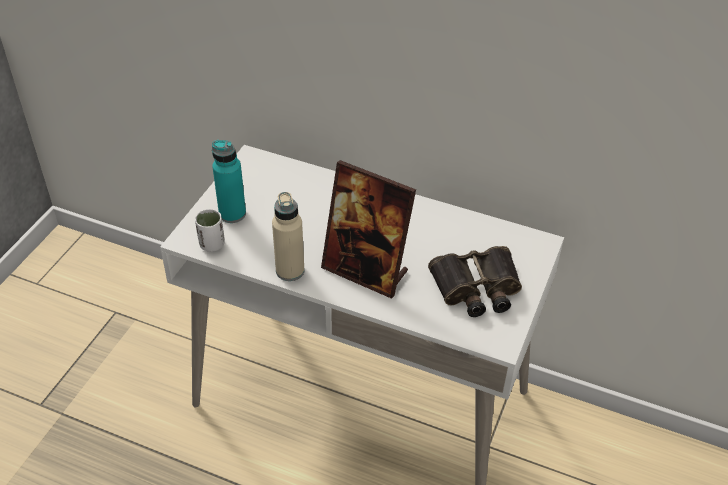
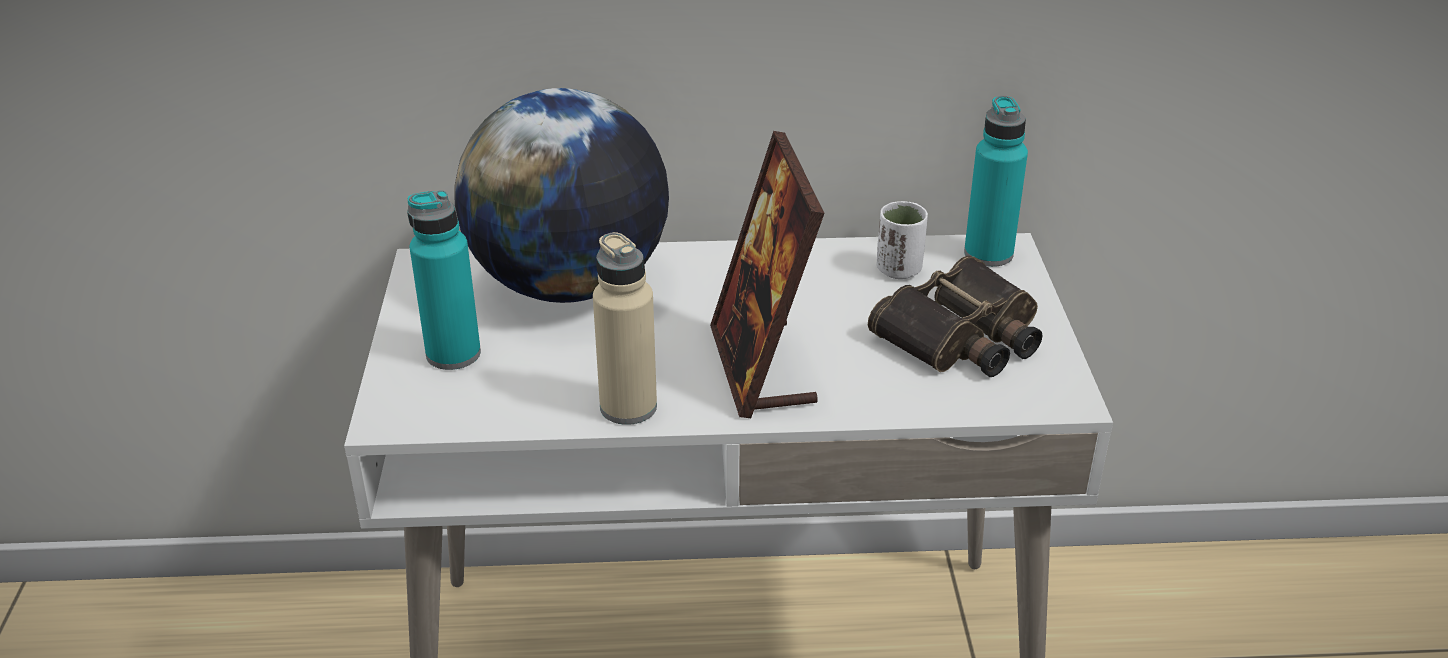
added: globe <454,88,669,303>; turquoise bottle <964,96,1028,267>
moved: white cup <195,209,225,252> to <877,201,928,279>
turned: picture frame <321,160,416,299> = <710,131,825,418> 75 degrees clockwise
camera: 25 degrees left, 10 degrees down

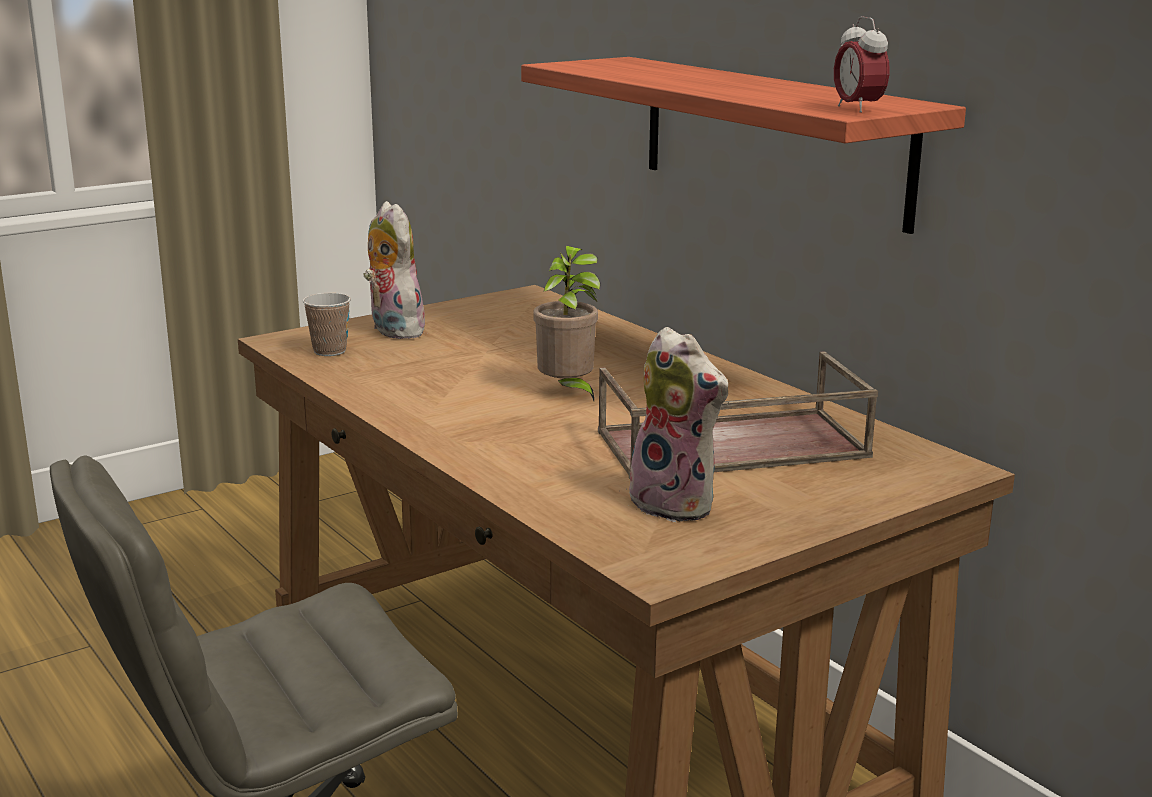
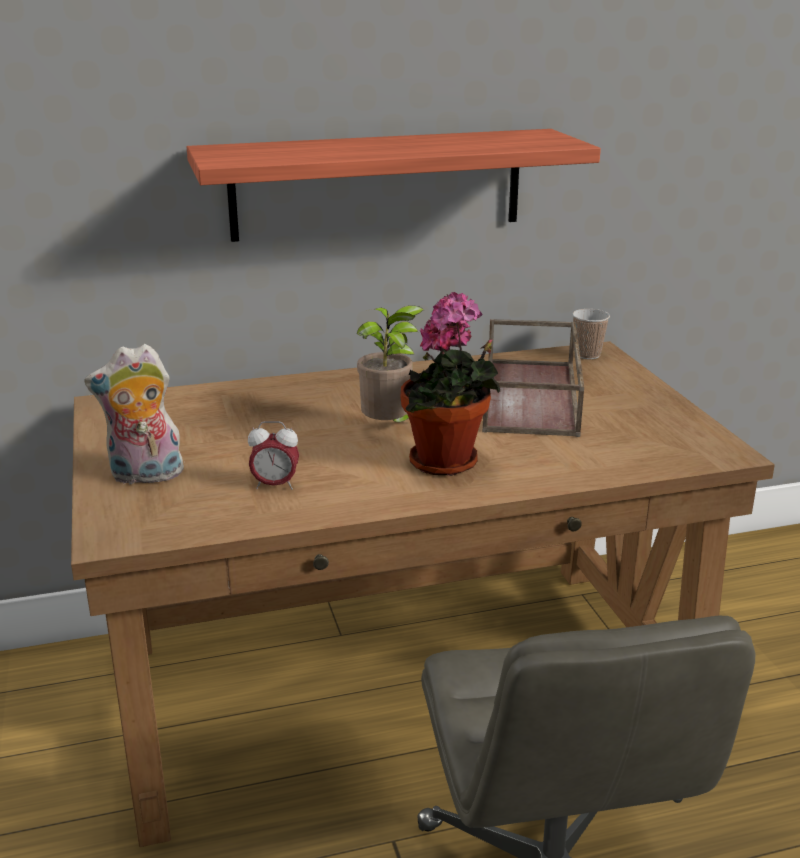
removed: plush toy <626,327,729,522>
added: potted plant <400,292,500,476>
moved: alarm clock <834,16,890,113> to <248,421,299,490>; cup <303,293,351,356> to <572,309,610,359>
camera: 70 degrees left, 5 degrees up

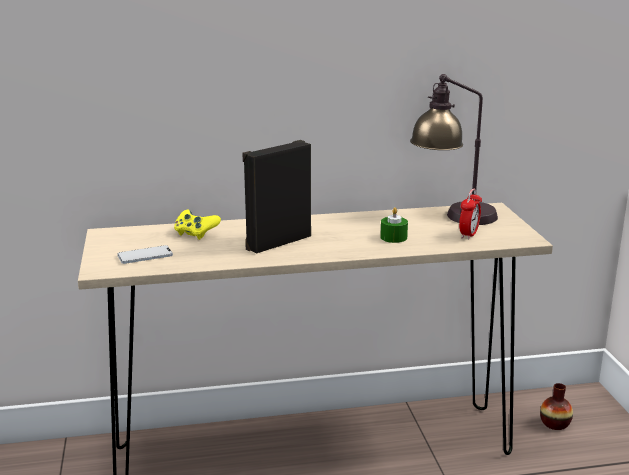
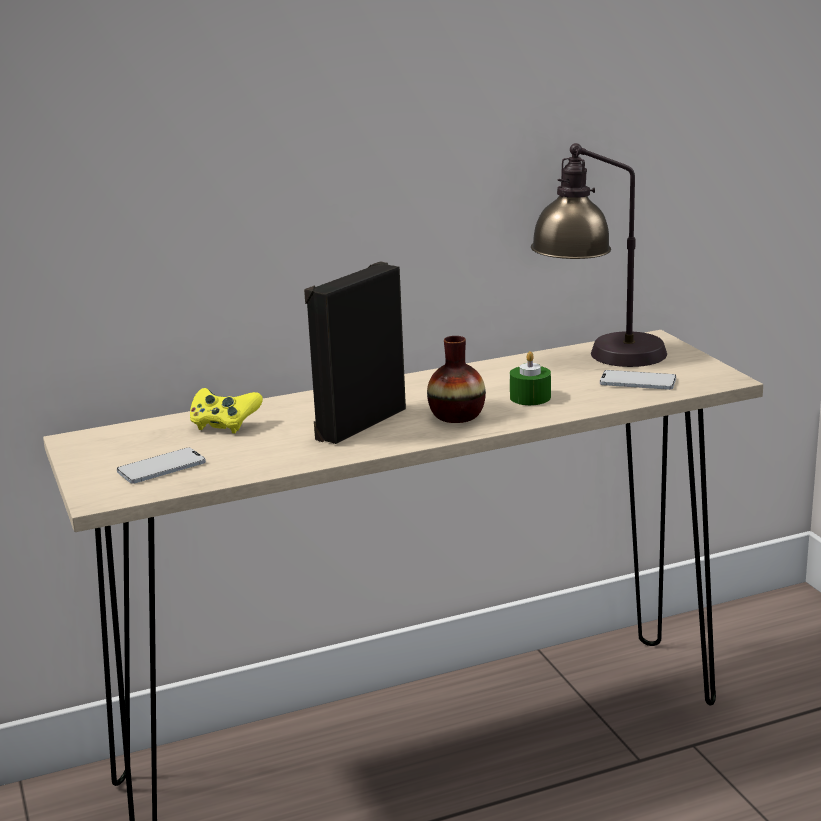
moved: vase <540,383,573,430> to <427,336,486,423>
replaced: alarm clock <459,189,482,240> to phone <600,370,676,390>
camera: 10 degrees left, 0 degrees up

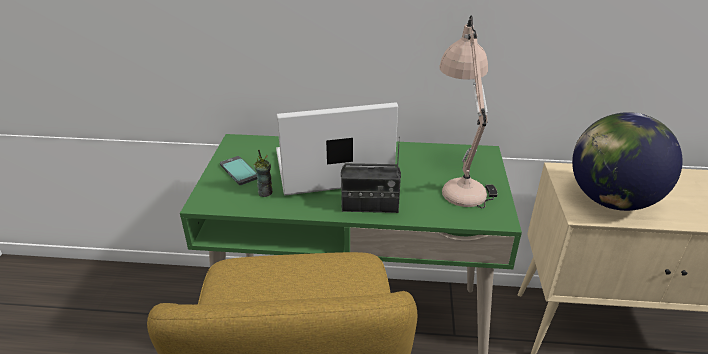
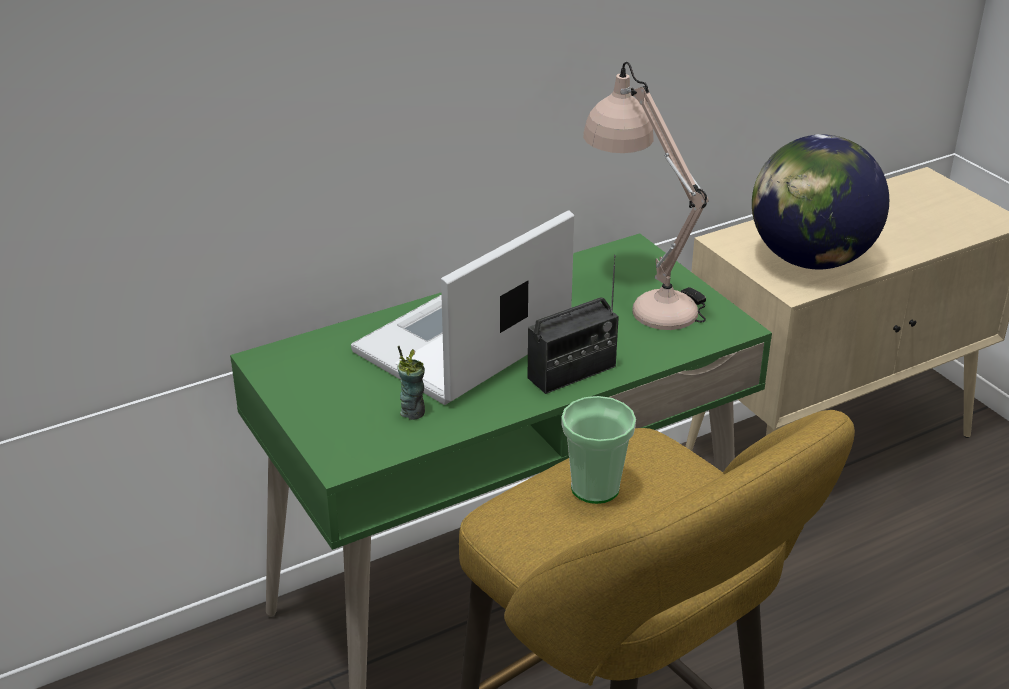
removed: phone <220,156,258,185>
added: cup <561,396,636,504>
camera: 35 degrees left, 0 degrees up

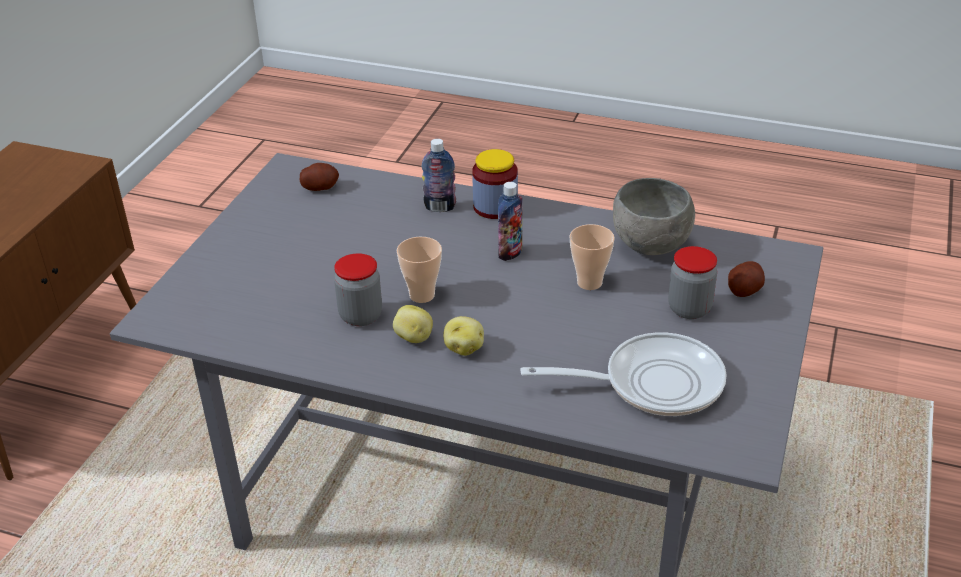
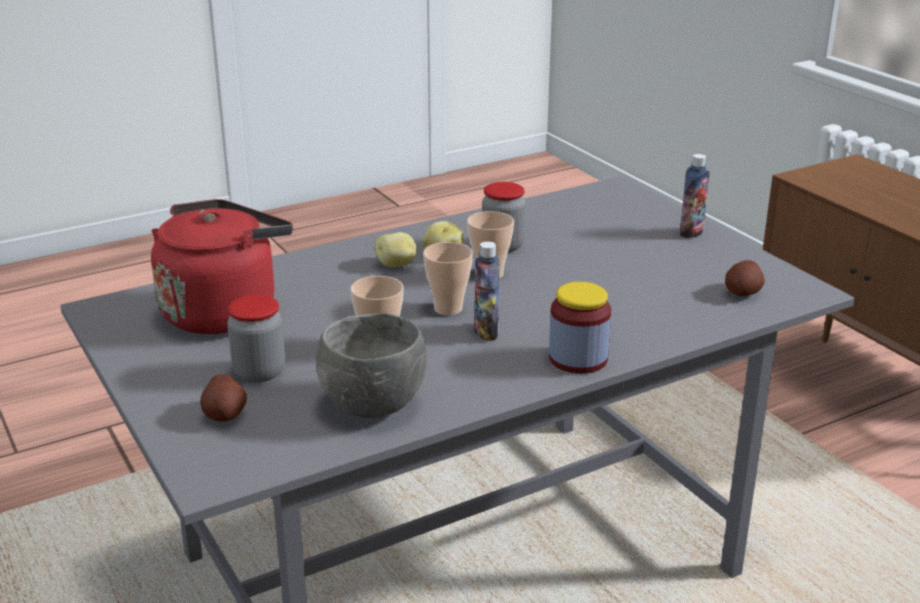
added: cup <423,242,473,315>
moved: bottle <422,139,456,212> to <680,154,710,238>
replaced: frying pan <521,332,727,416> to red kettle <151,199,293,334>
camera: 130 degrees right, 10 degrees down

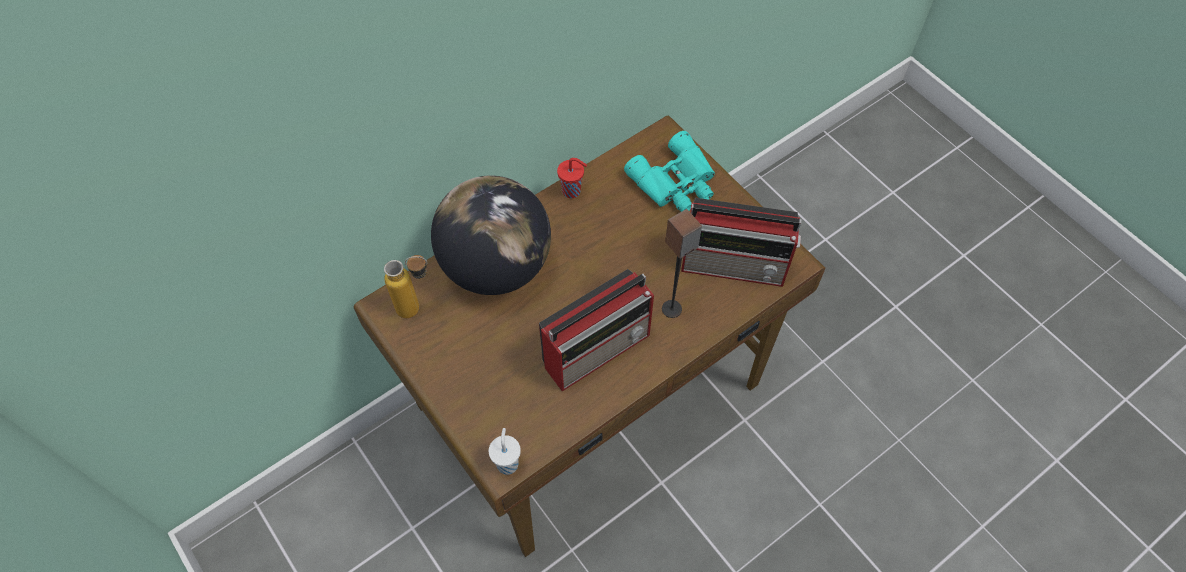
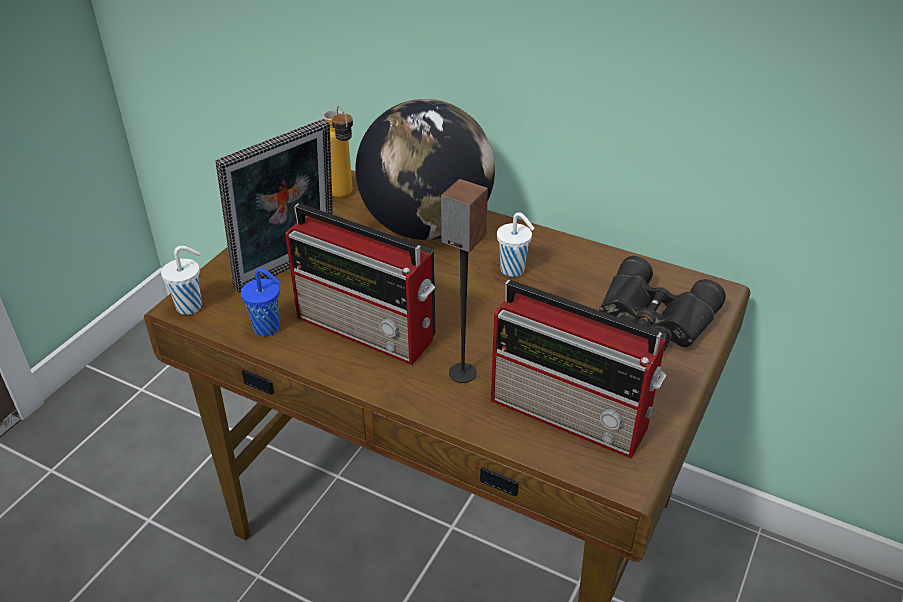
removed: red cup <557,158,587,198>
added: picture frame <215,119,333,293>; white cup <497,212,535,277>; blue cup <241,268,280,336>
recoloured: turquoise binoculars <624,131,715,212> to black binoculars <599,256,726,351>
turned: radio <681,198,801,287> = <491,280,667,459> 45 degrees counterclockwise
camera: 65 degrees right, 20 degrees down

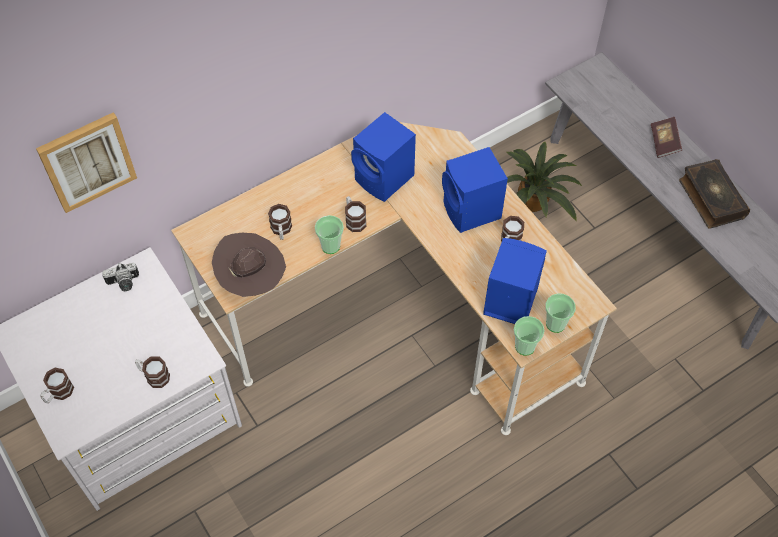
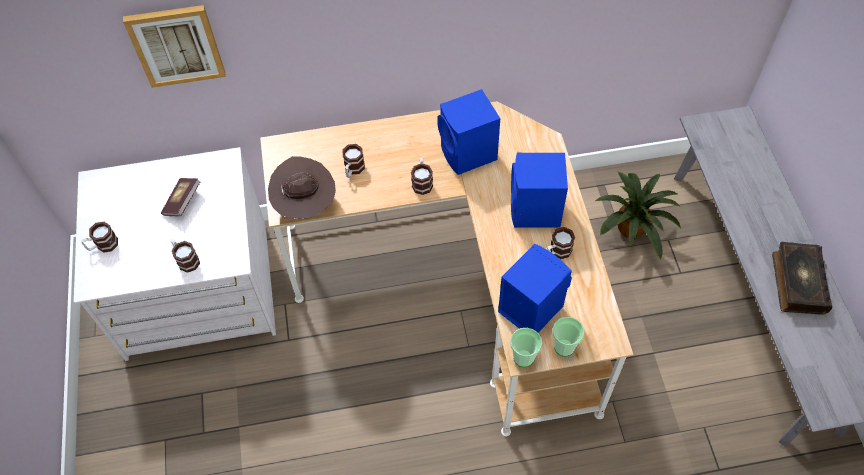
removed: cup <315,215,344,254>; photo camera <102,263,139,291>
moved: book <651,117,682,158> to <161,178,201,216>
camera: 25 degrees right, 0 degrees up

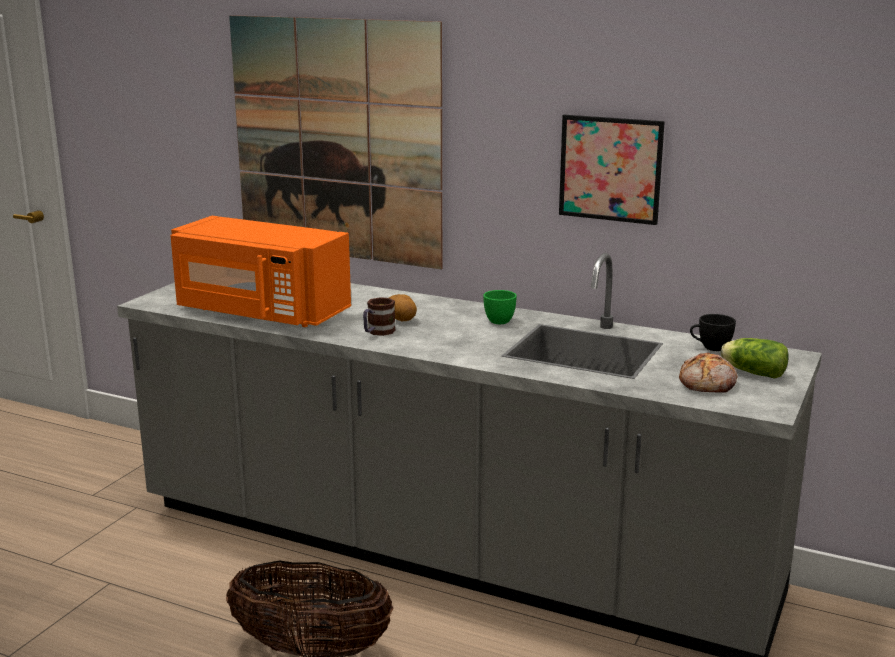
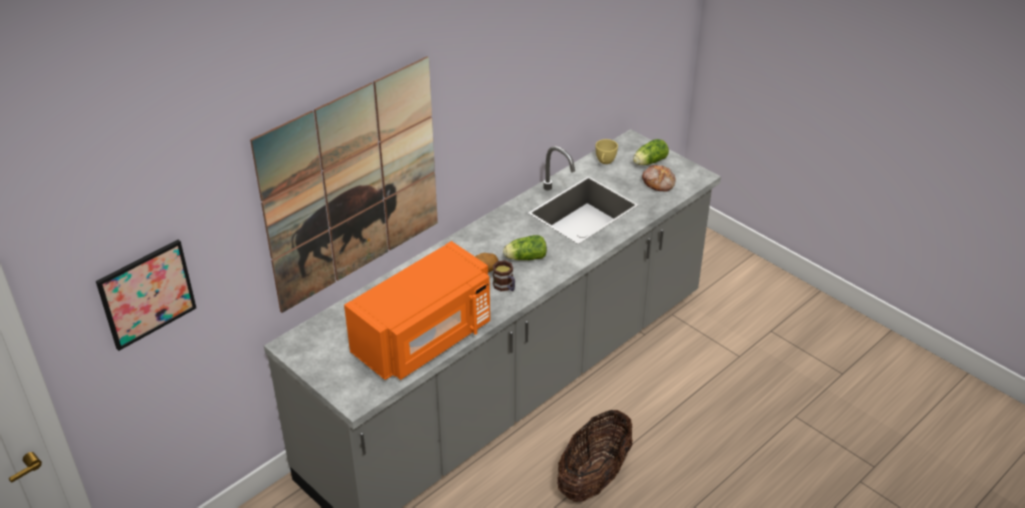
removed: green cup <483,290,517,324>
added: lettuce <503,235,547,260>
moved: picture <559,115,665,225> to <96,239,196,351>
recoloured: black cup <690,314,736,351> to yellow cup <596,139,618,164>
camera: 70 degrees left, 20 degrees up

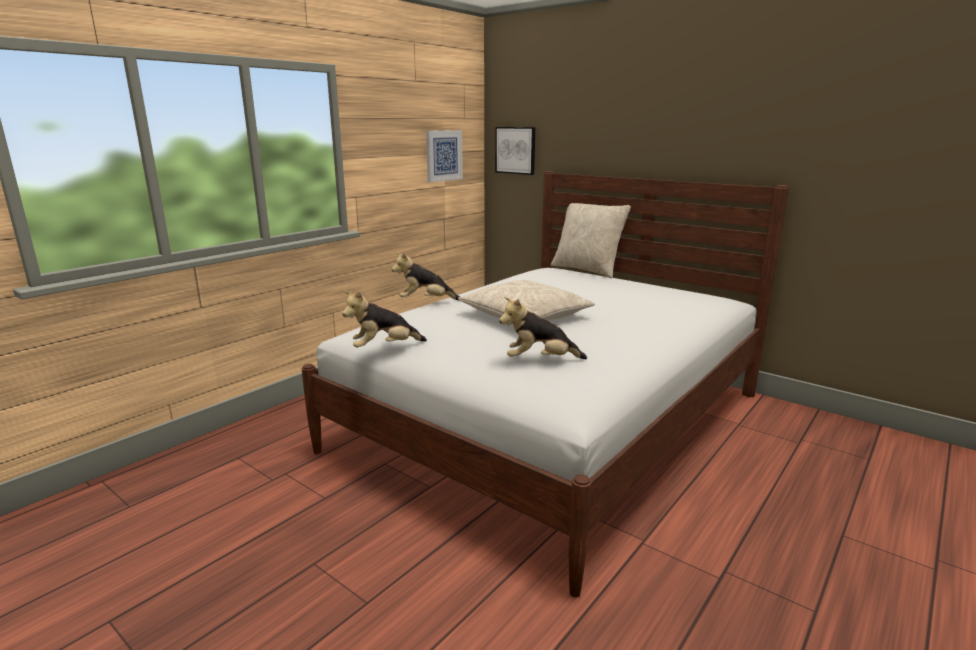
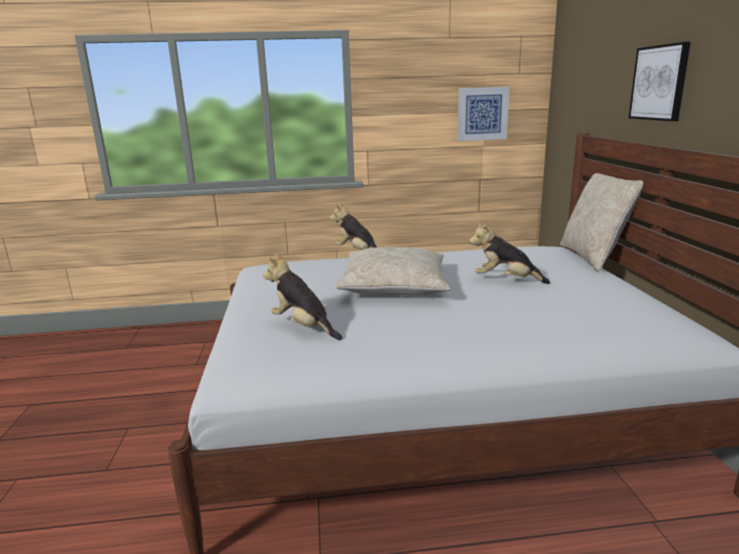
moved: picture <495,127,535,175> to <629,42,691,121>; plush toy <342,291,427,347> to <469,222,550,284>
camera: 45 degrees right, 0 degrees up

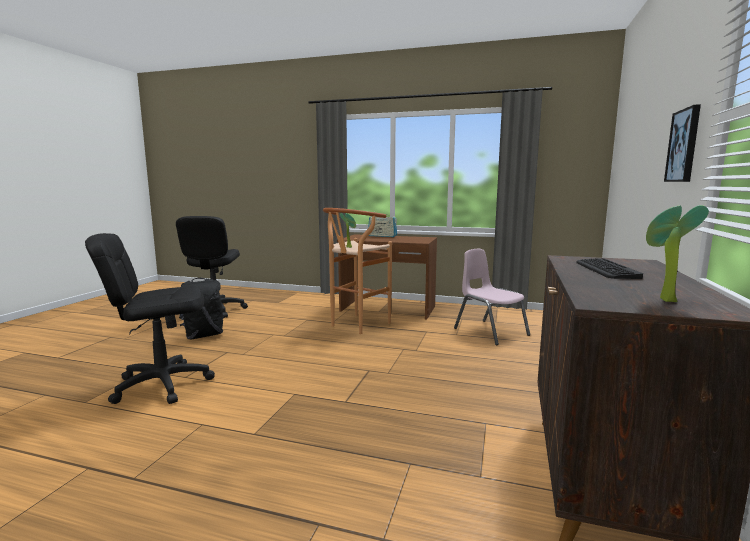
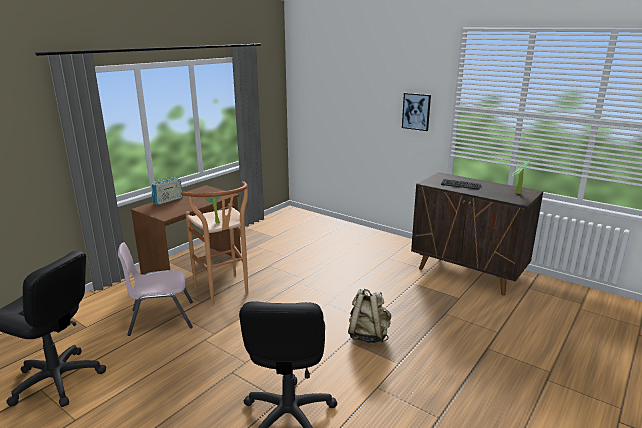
removed: black backpack <179,278,224,339>
added: beige backpack <348,289,391,343>
moved: pink chair <454,249,530,345> to <118,242,193,336>
camera: 70 degrees left, 10 degrees up

